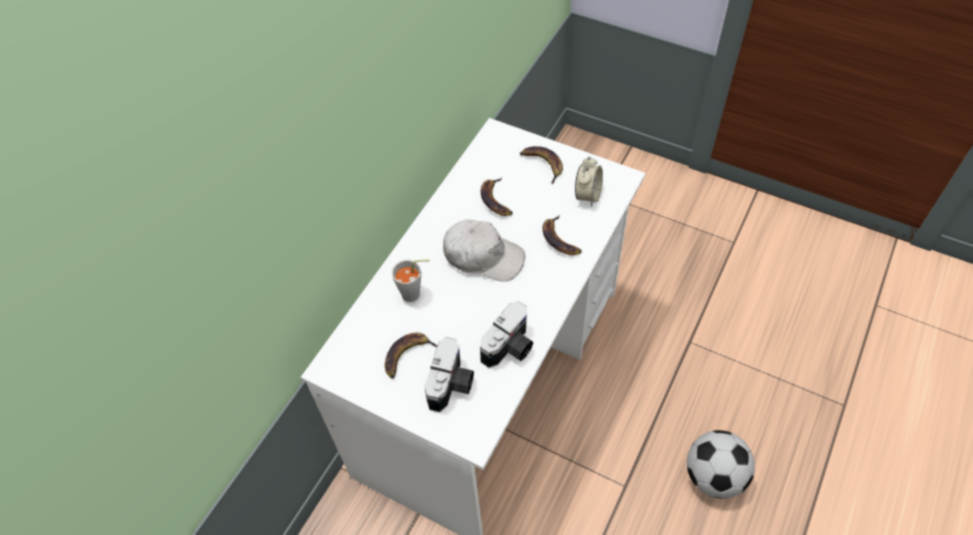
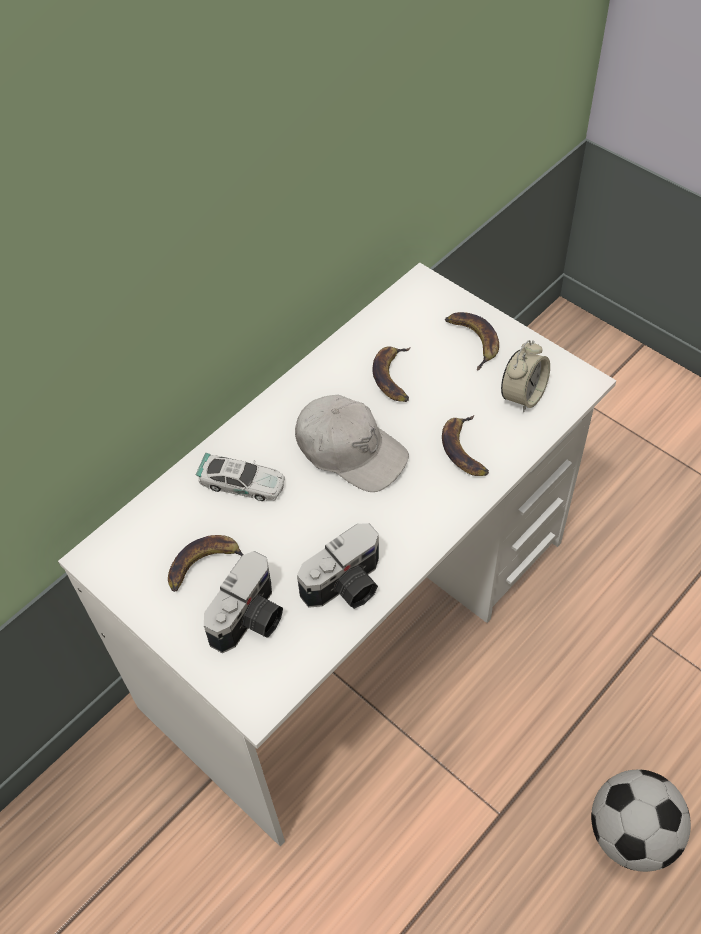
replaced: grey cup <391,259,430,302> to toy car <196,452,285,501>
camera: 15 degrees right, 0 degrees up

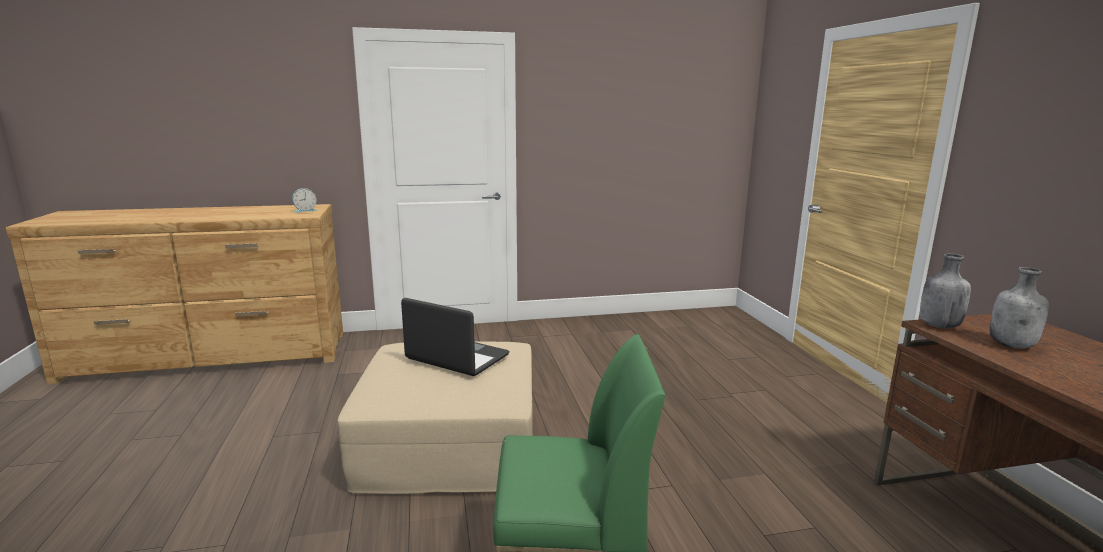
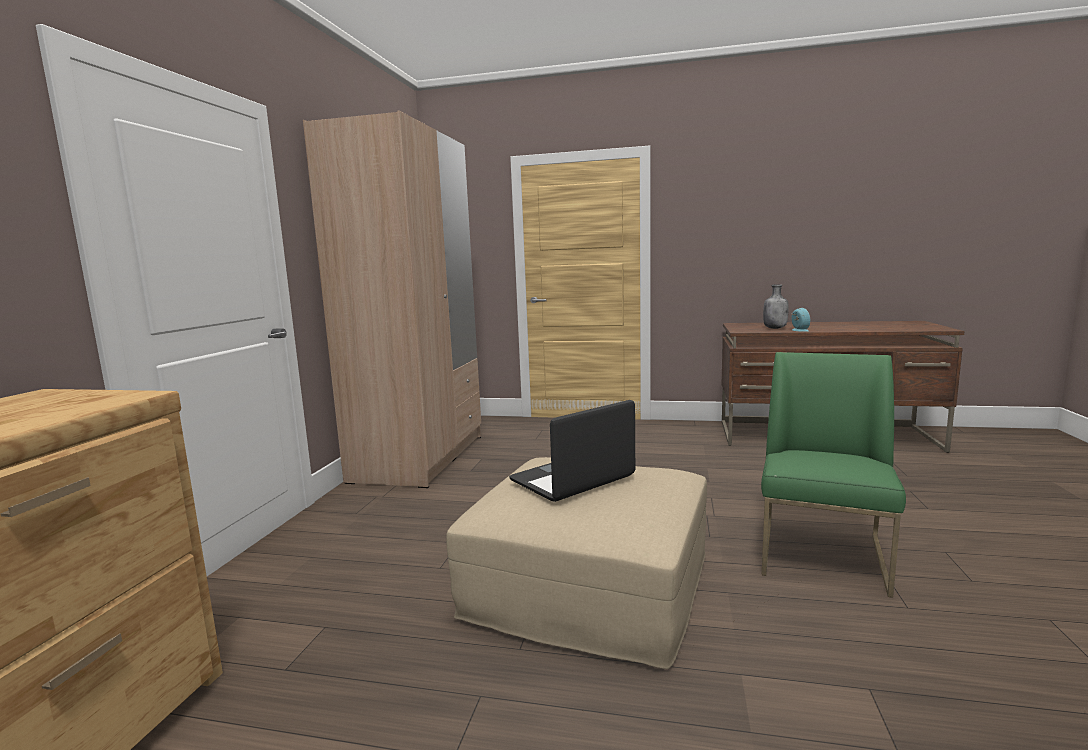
removed: grey bottle <920,254,971,328>
added: beige wardrobe <303,111,481,488>
moved: alarm clock <292,188,318,213> to <791,308,810,332>
camera: 65 degrees left, 5 degrees down

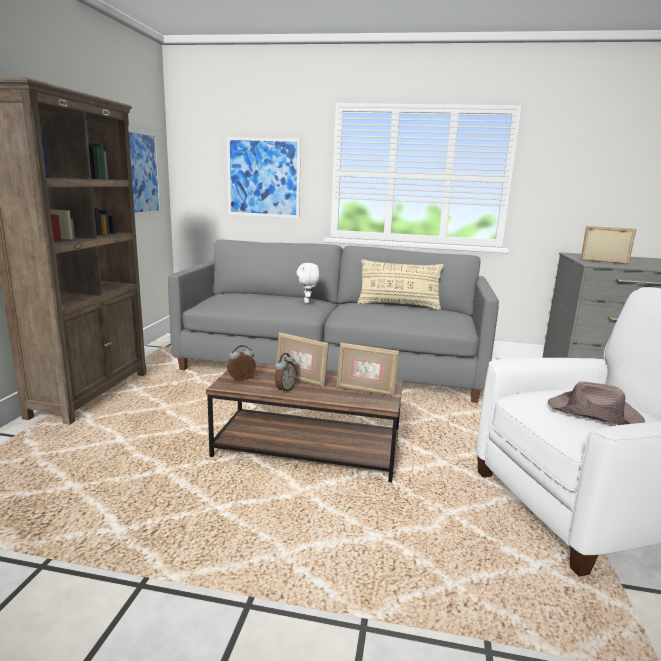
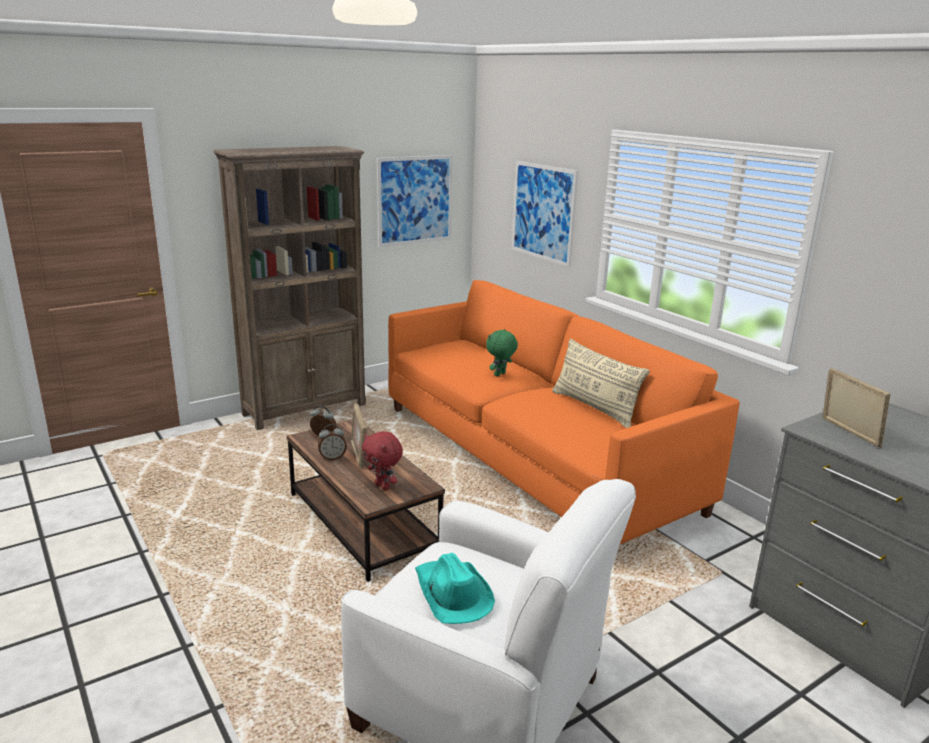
replaced: picture frame <336,343,399,397> to red plush toy <362,431,403,490>
recoloured: grey sofa <168,240,499,403> to orange sofa <388,280,740,544>; white plush toy <297,263,320,303> to green plush toy <486,329,518,377>; brown hat <548,382,645,425> to turquoise hat <415,553,495,624>
camera: 45 degrees right, 5 degrees up

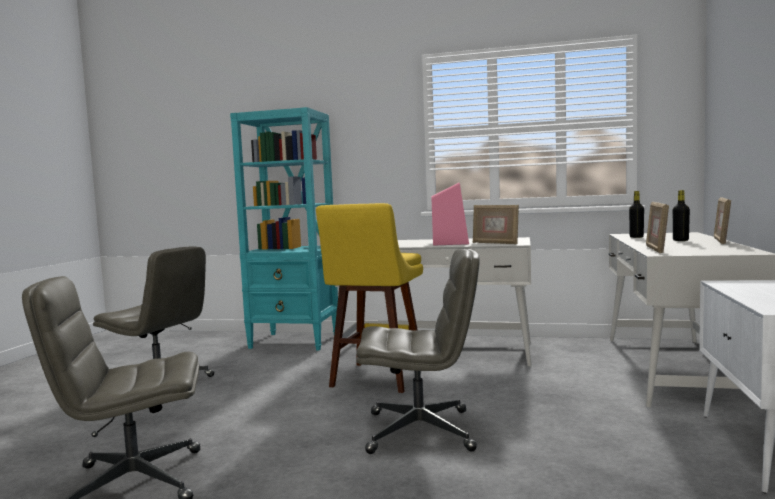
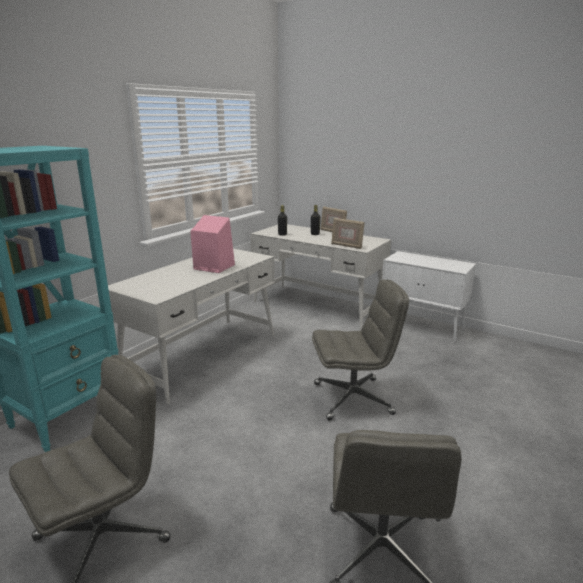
removed: yellow stool <316,203,423,393>; picture frame <473,205,519,244>
turned: grey office chair <356,249,479,454> = <312,280,409,421> 60 degrees clockwise
camera: 70 degrees left, 15 degrees up

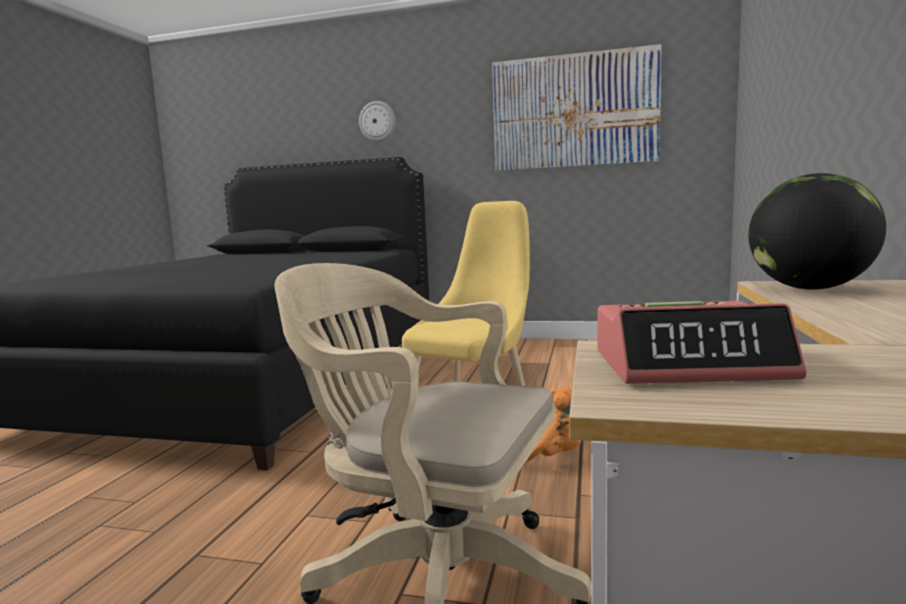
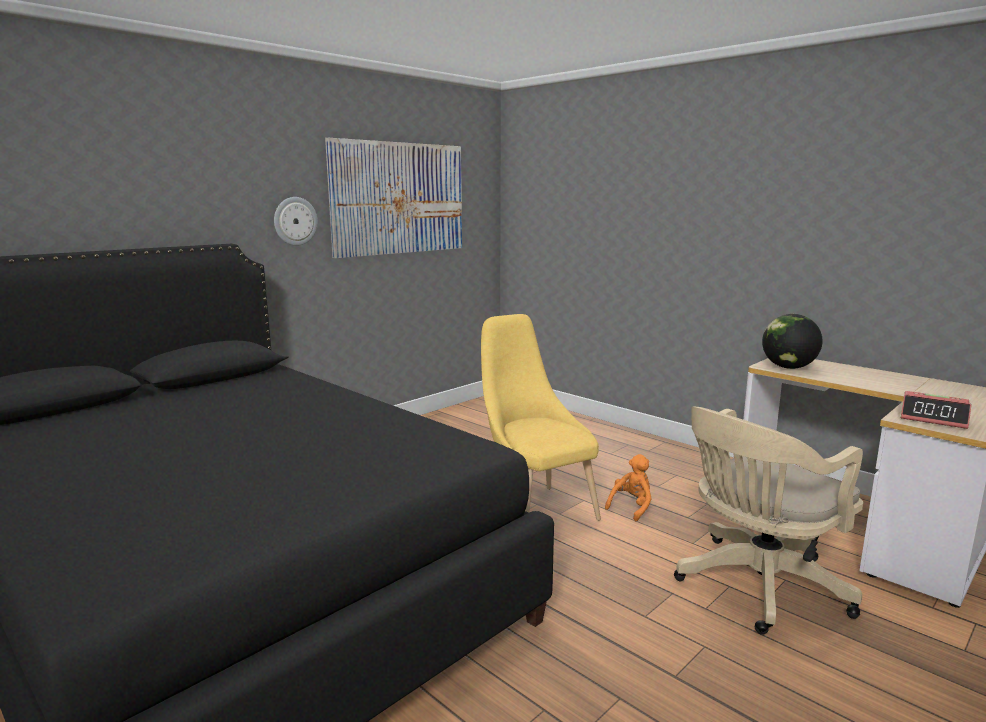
moved: wall clock <359,101,396,142> to <274,197,318,246>
turned: alarm clock <597,301,807,384> = <901,391,972,429> 90 degrees clockwise
camera: 60 degrees left, 5 degrees up

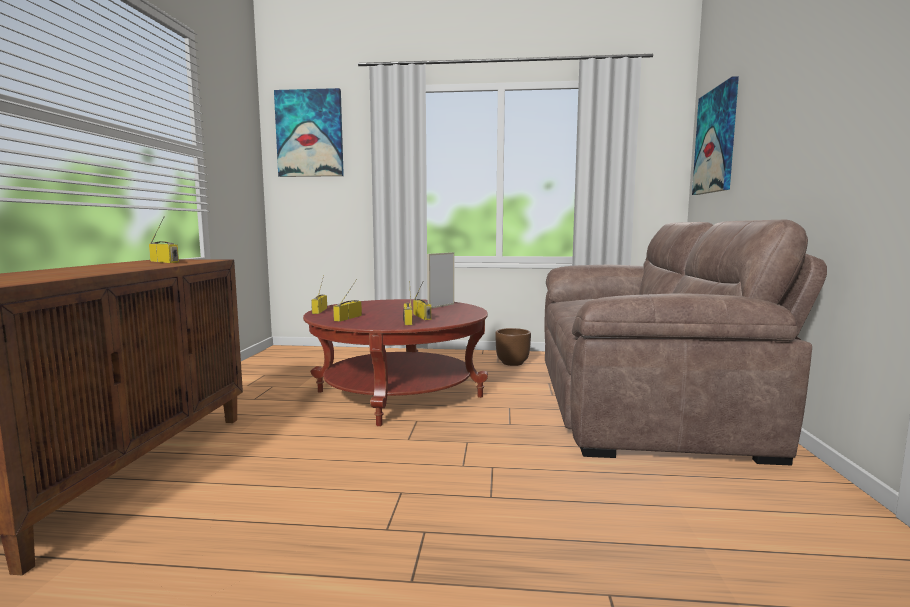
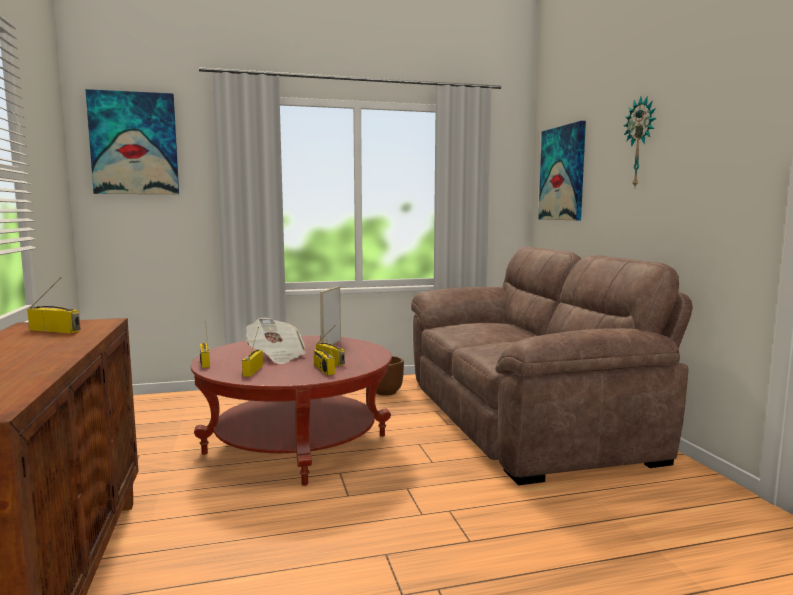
added: wall clock <624,96,656,187>; newspaper <246,318,306,364>
camera: 20 degrees left, 0 degrees up

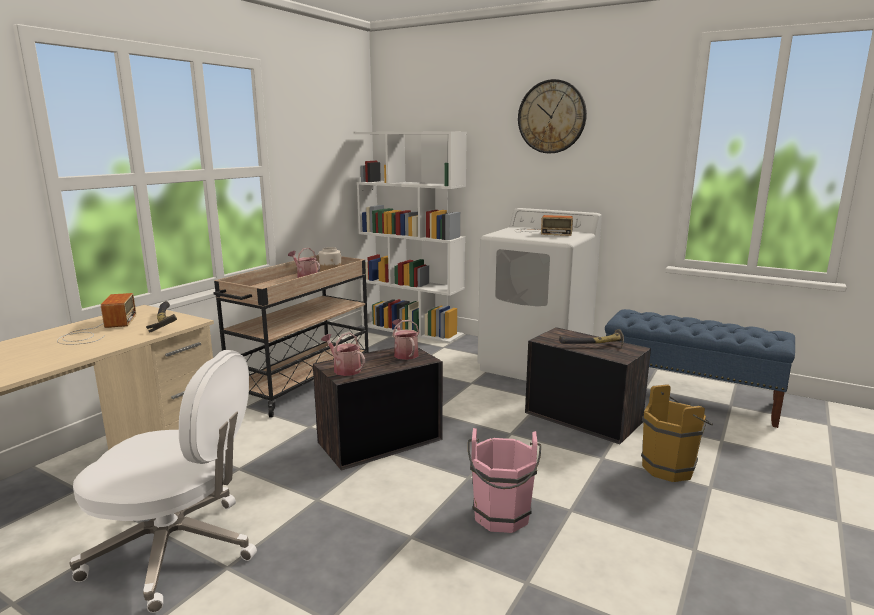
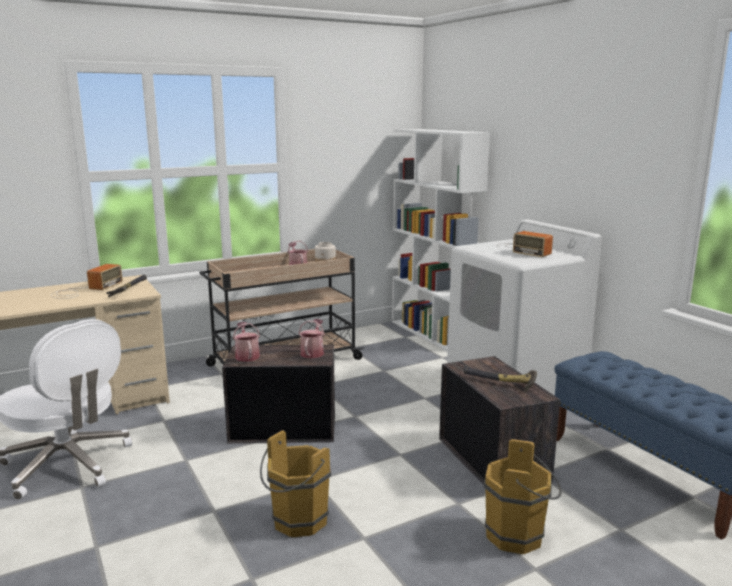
removed: wall clock <518,79,587,153>
recoloured: pink bucket <468,428,541,533> to brown bucket <260,430,331,537>
camera: 30 degrees right, 0 degrees up

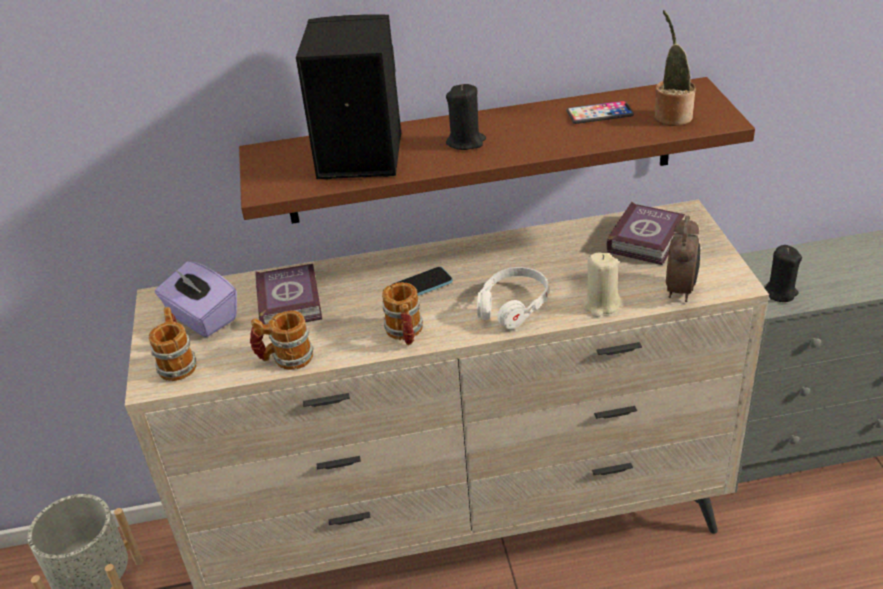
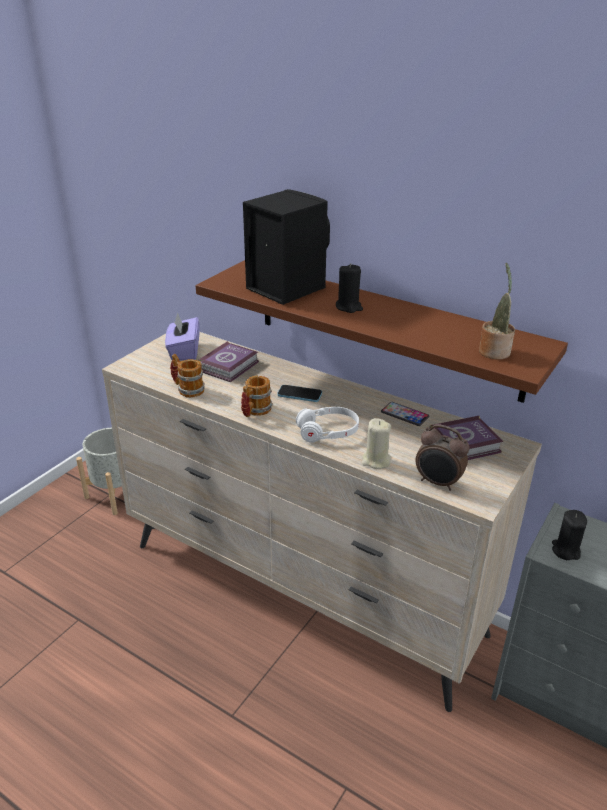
removed: mug <149,307,197,381>
moved: phone <567,101,634,124> to <381,402,429,426>
turned: alarm clock <666,216,700,302> = <416,424,470,491> 60 degrees clockwise
camera: 40 degrees right, 5 degrees down

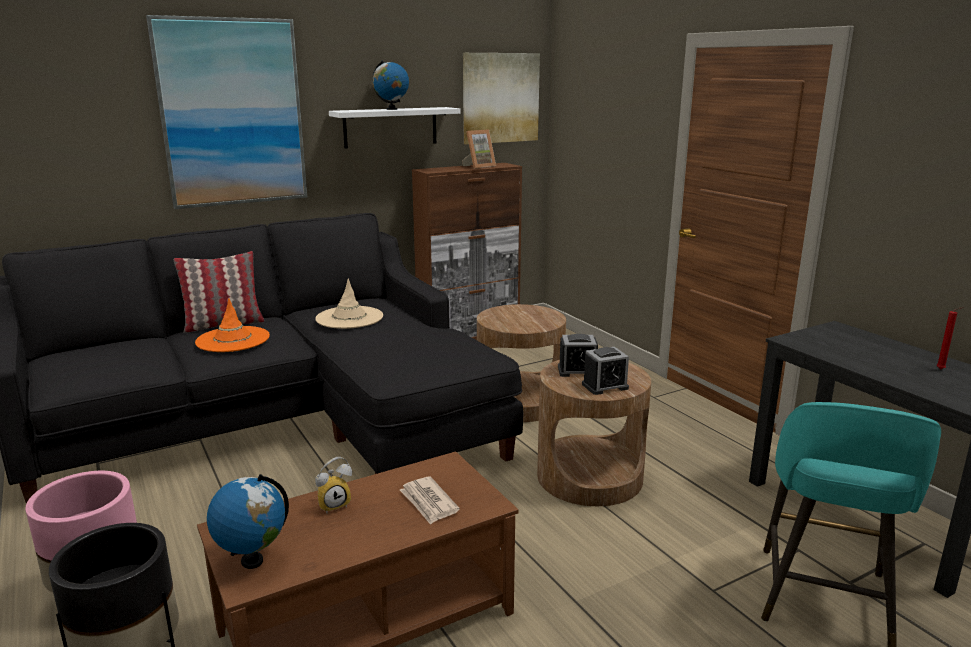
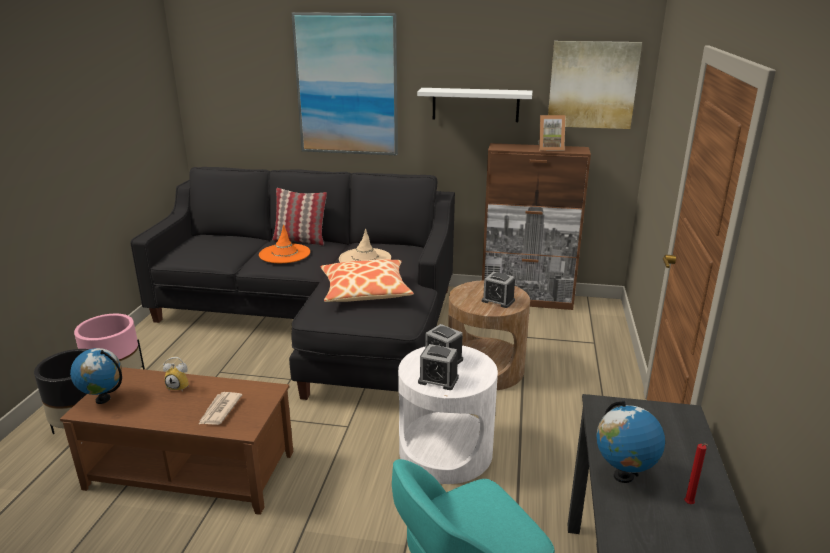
added: pillow <320,259,414,302>; alarm clock <482,272,515,308>
moved: globe <372,60,409,110> to <596,401,665,483>
recoloured: brown side table <537,360,651,506> to white side table <398,345,498,484>
camera: 40 degrees right, 5 degrees up

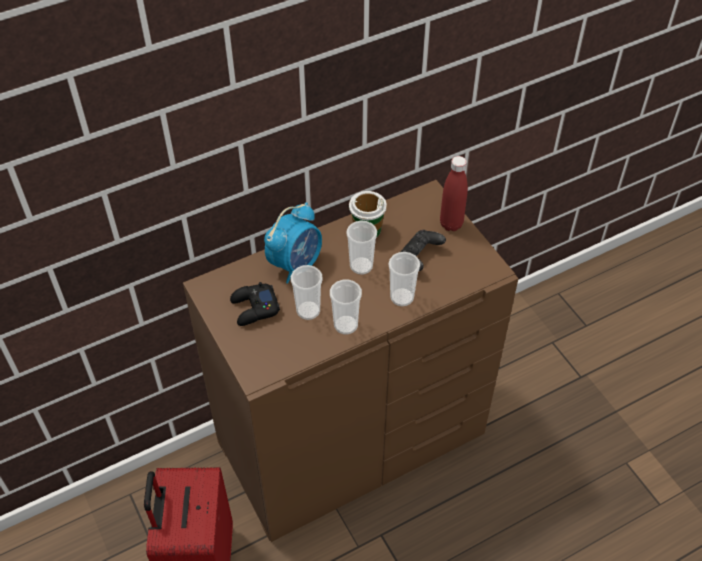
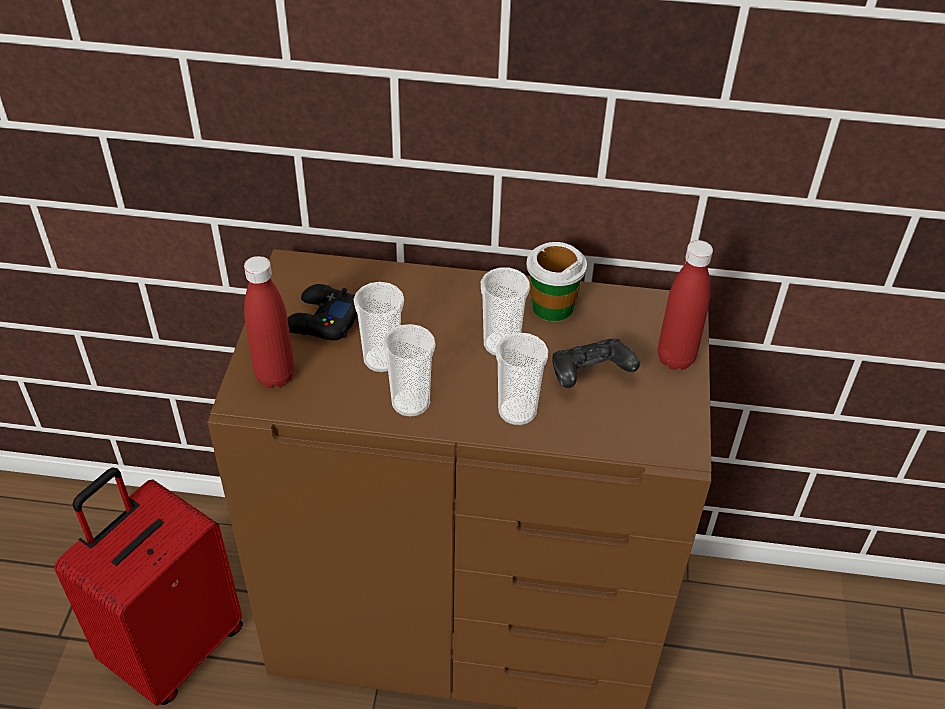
removed: alarm clock <264,202,322,284>
added: red bottle <244,256,295,388>
camera: 35 degrees right, 5 degrees down

